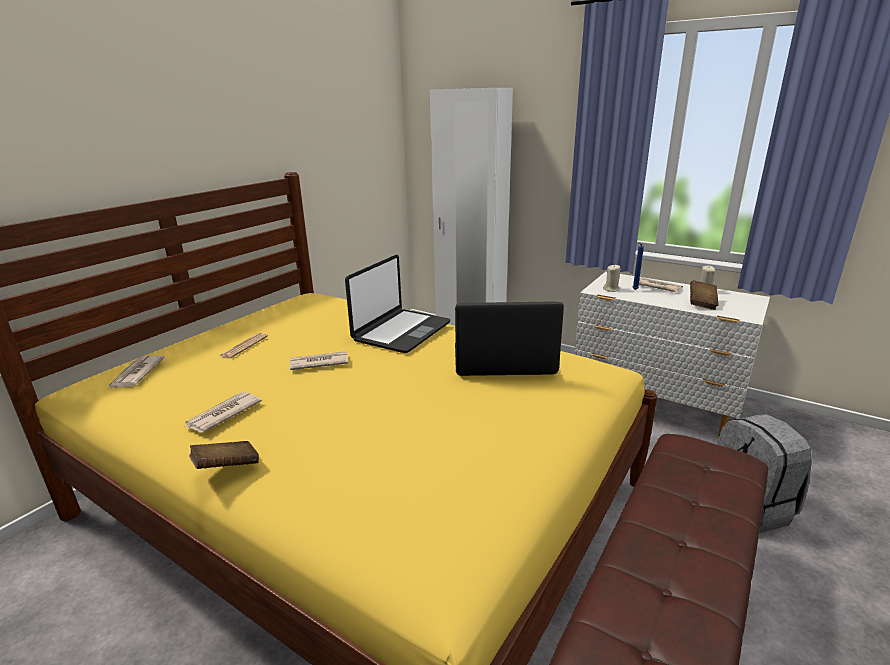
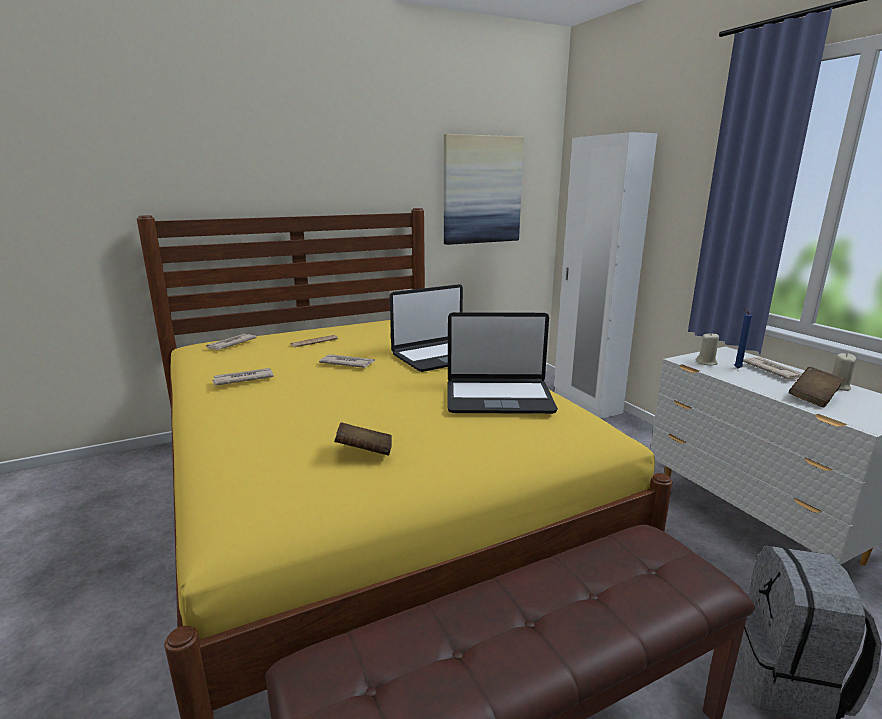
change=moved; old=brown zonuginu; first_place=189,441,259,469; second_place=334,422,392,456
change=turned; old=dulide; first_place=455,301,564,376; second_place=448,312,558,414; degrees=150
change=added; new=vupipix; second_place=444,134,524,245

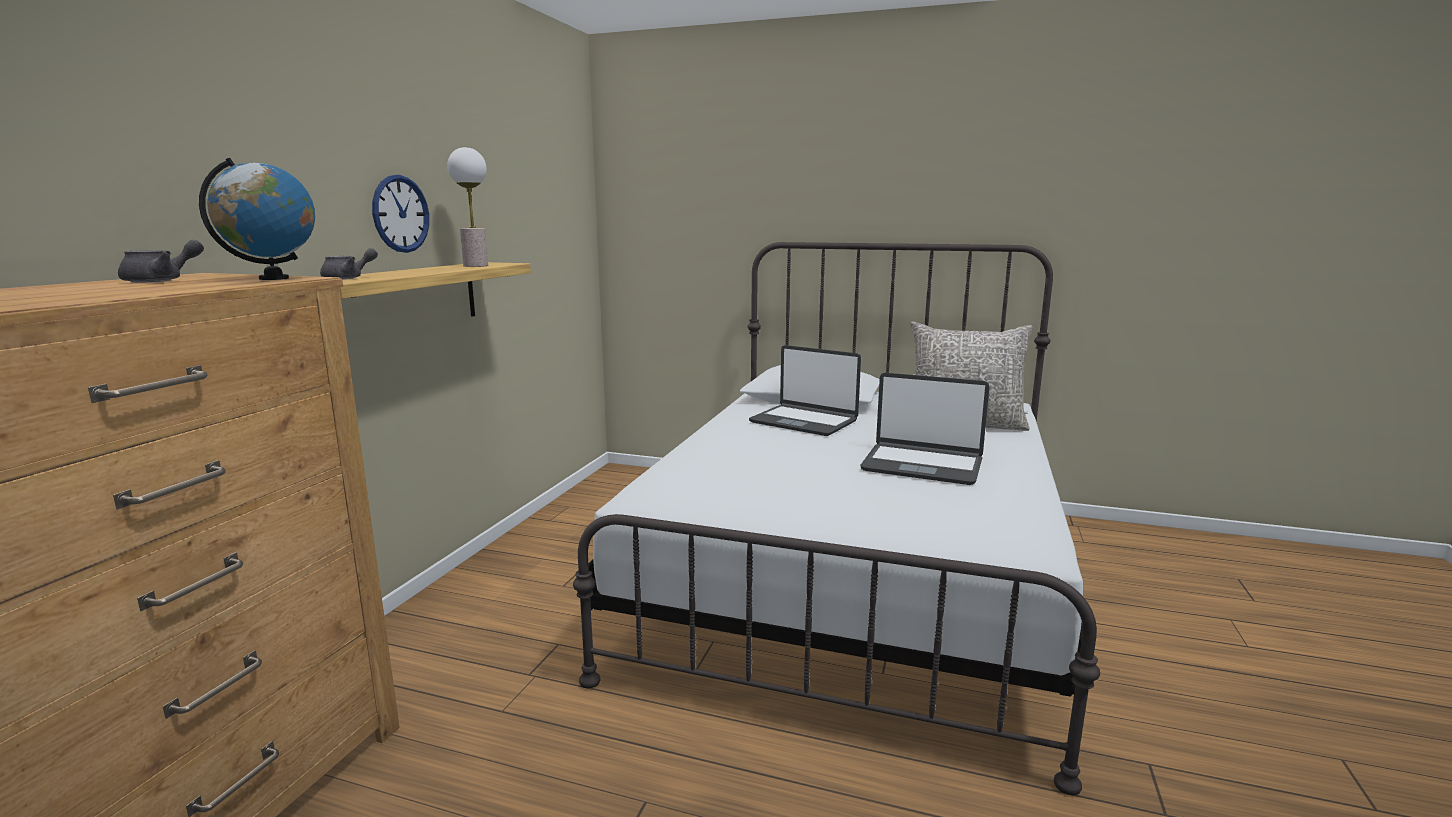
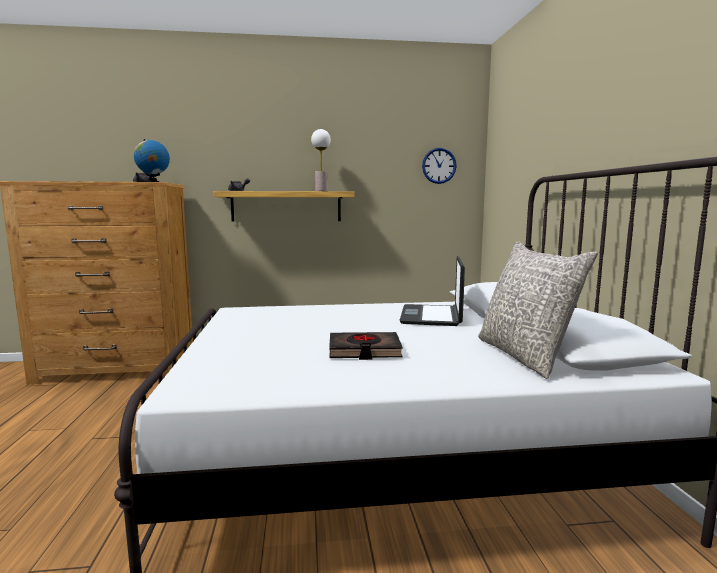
change=moved; old=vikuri; first_place=372,175,429,253; second_place=422,148,457,184
change=replaced; old=dulide; new=black zonuginu; first_place=860,373,989,485; second_place=329,332,403,360

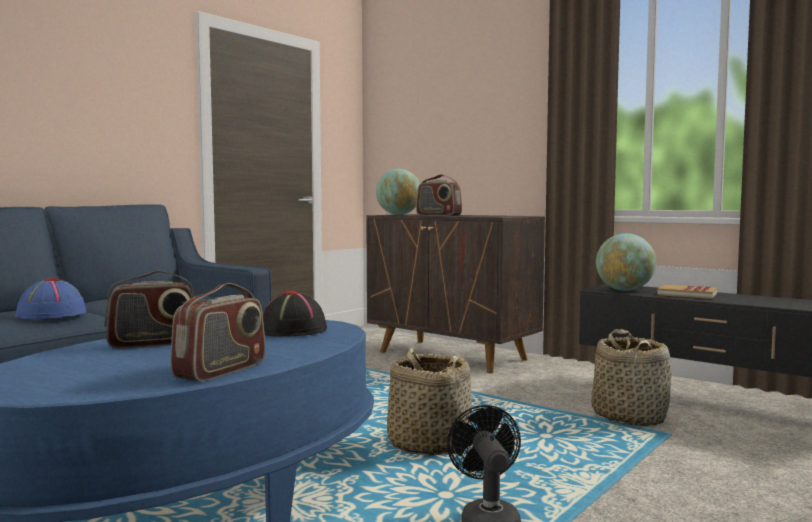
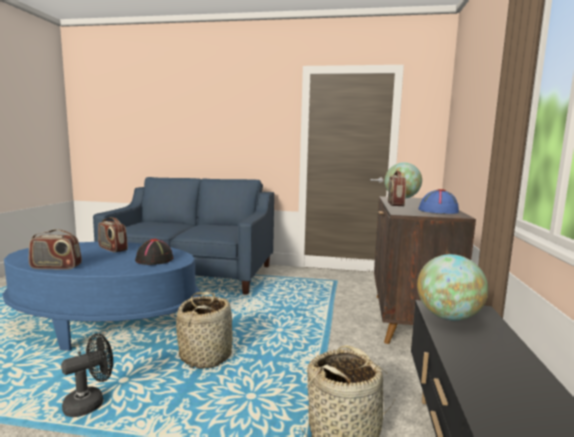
change=moved; old=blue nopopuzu; first_place=15,278,86,319; second_place=418,189,459,214
change=removed; old=zonuginu; first_place=657,285,717,299

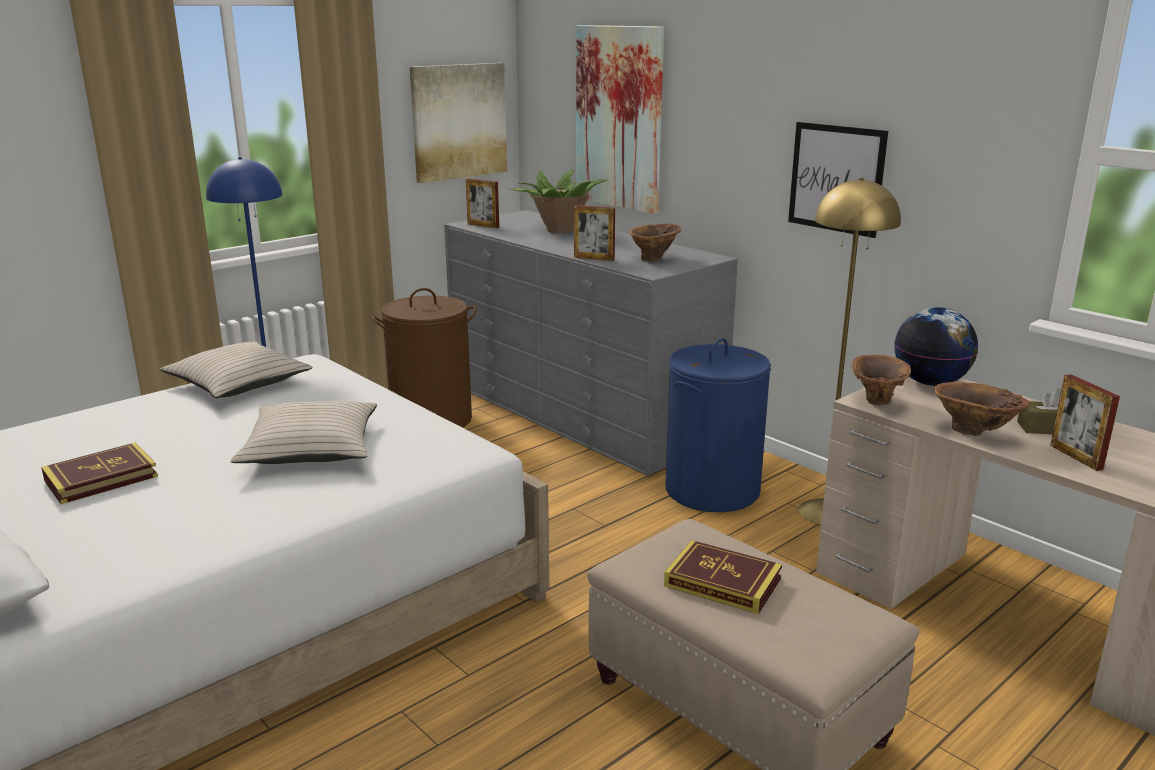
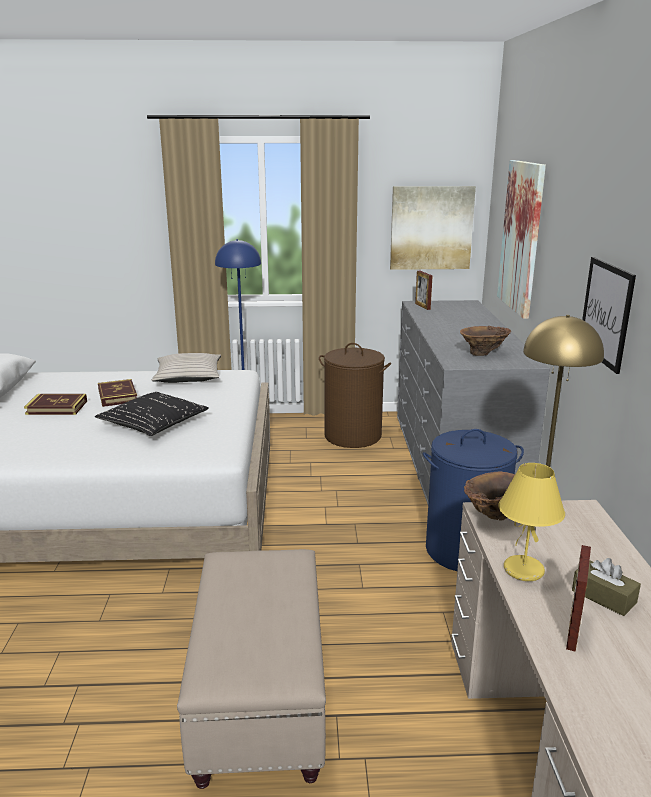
change=recoloured; old=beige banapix; new=black banapix; first_place=231,401,377,464; second_place=95,392,209,436
change=removed; old=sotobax; first_place=510,169,608,233
change=removed; old=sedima; first_place=574,205,615,261
change=moved; old=zonuginu; first_place=664,540,782,614; second_place=98,379,137,407
change=removed; old=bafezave; first_place=894,307,978,386
change=replaced; old=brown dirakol; new=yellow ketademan; first_place=935,382,1029,436; second_place=498,463,565,581

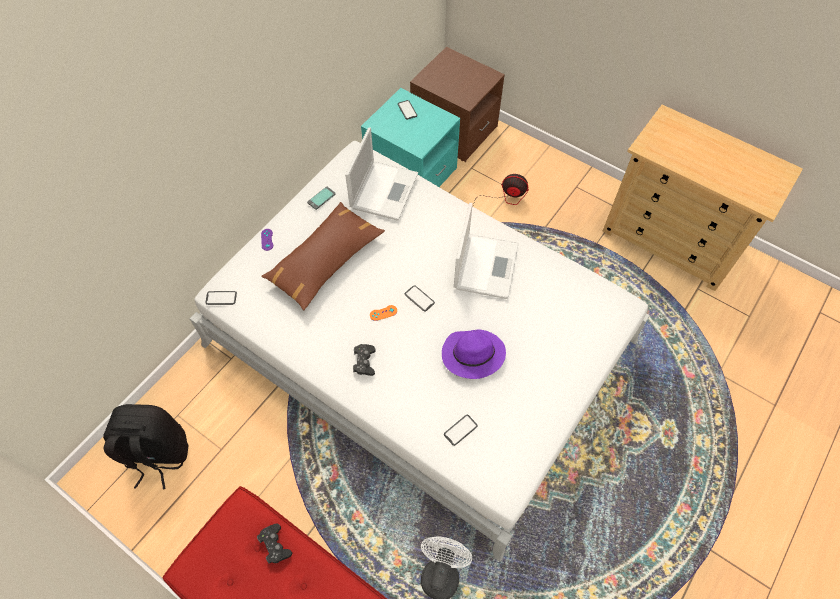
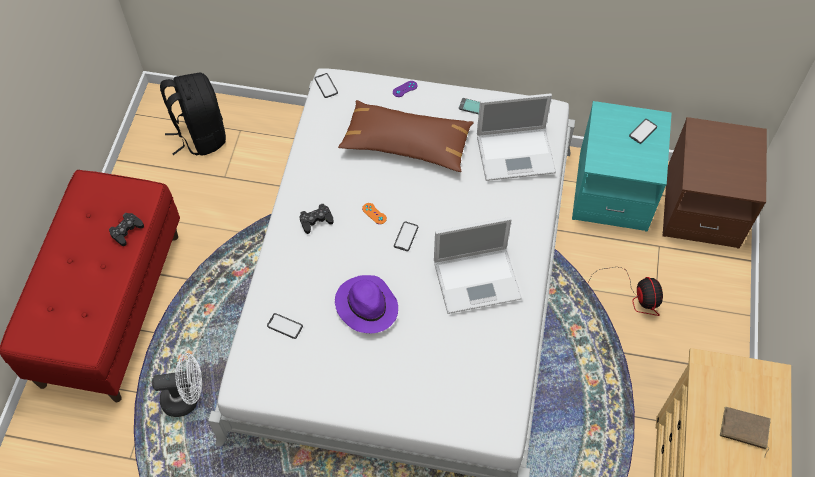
change=added; new=brown zonuginu; second_place=720,407,771,458

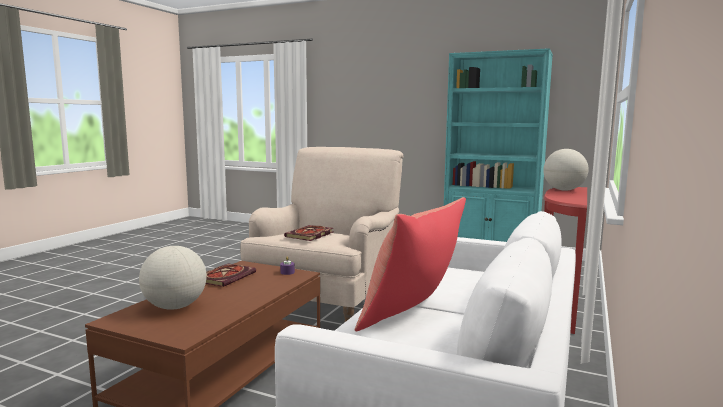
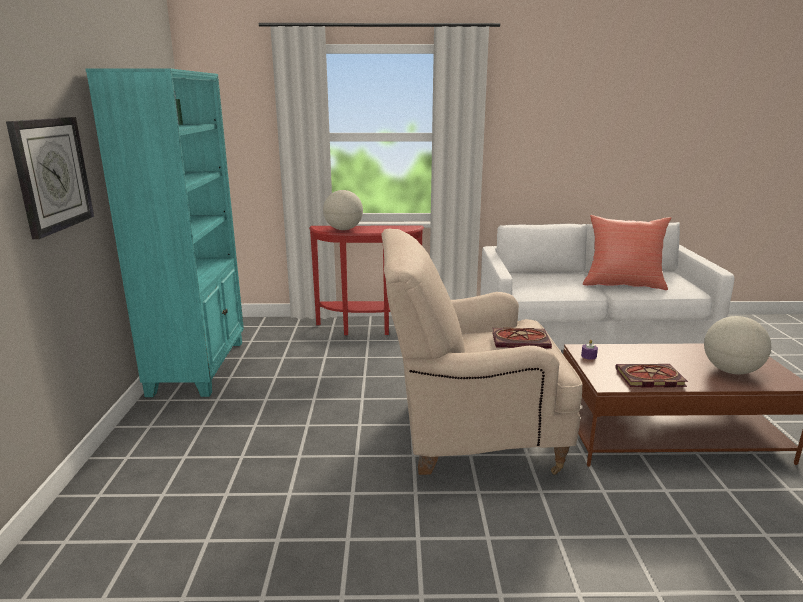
change=added; new=vikuri; second_place=6,117,94,239

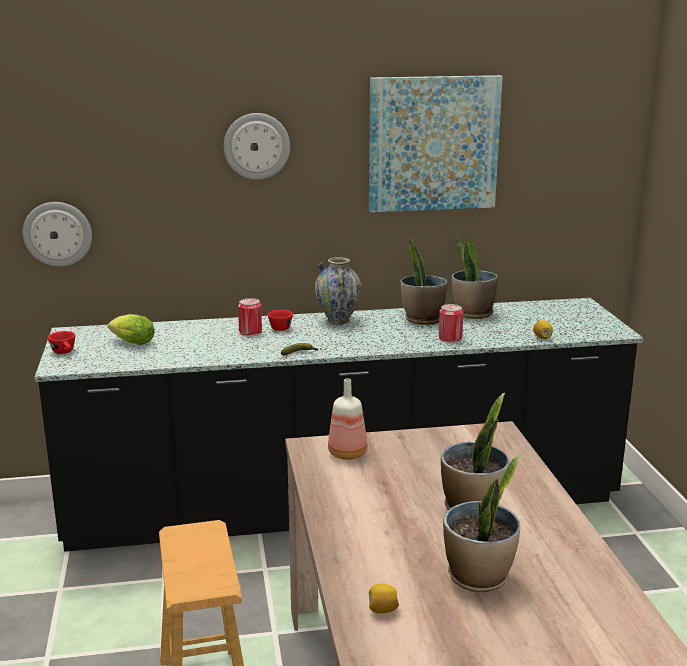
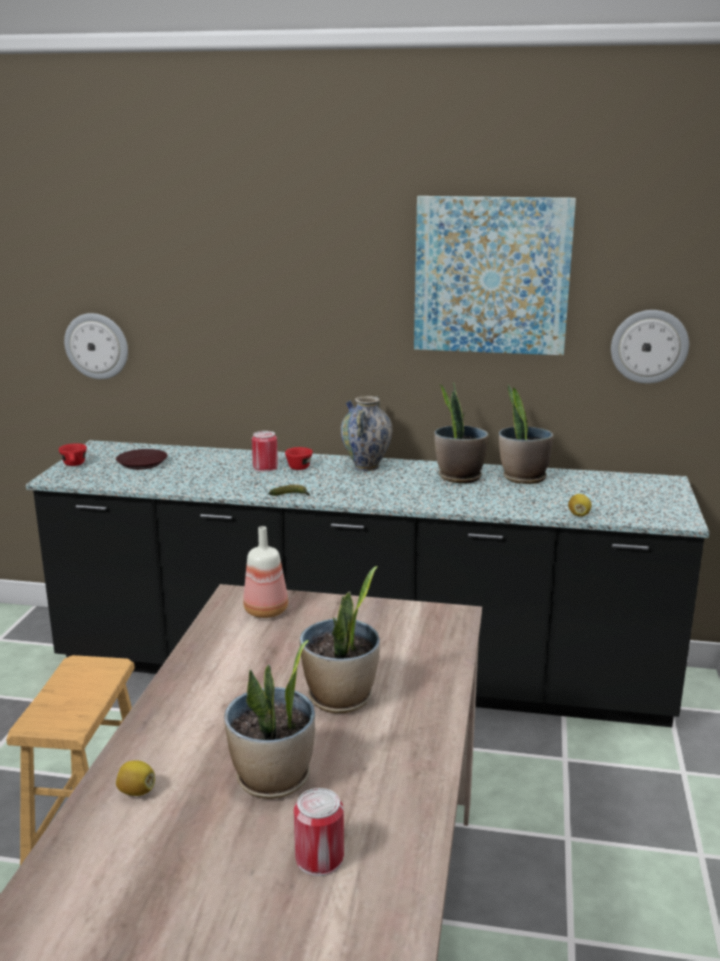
change=replaced; old=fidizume; new=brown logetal; first_place=108,314,155,345; second_place=116,449,168,469
change=moved; old=vikuri; first_place=224,113,290,180; second_place=611,310,689,384
change=moved; old=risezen; first_place=439,304,463,343; second_place=294,788,344,876

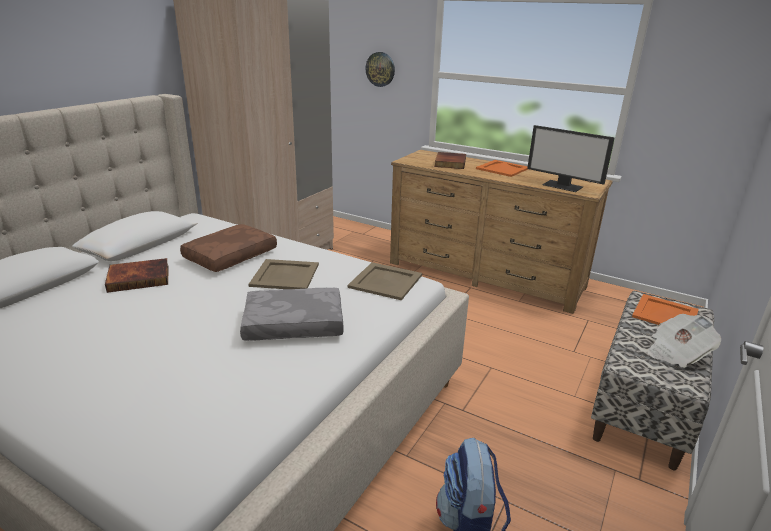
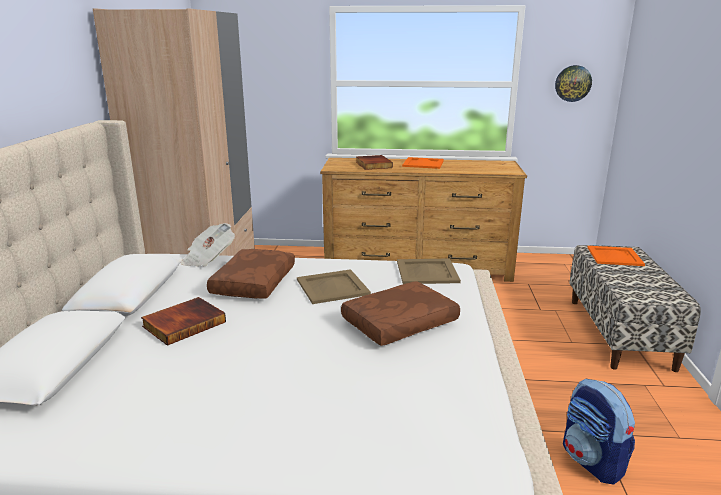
change=recoloured; old=grey banapix; new=brown banapix; first_place=240,288,344,341; second_place=341,281,460,346
change=moved; old=vikuri; first_place=365,52,395,87; second_place=555,65,592,102
change=removed; old=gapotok; first_place=527,125,615,192
change=moved; old=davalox; first_place=647,314,721,368; second_place=181,223,235,267

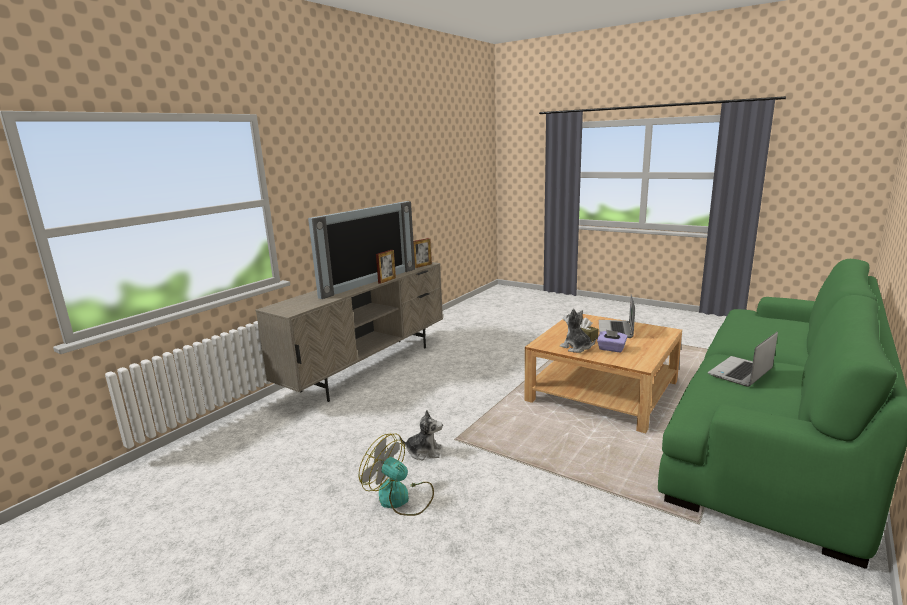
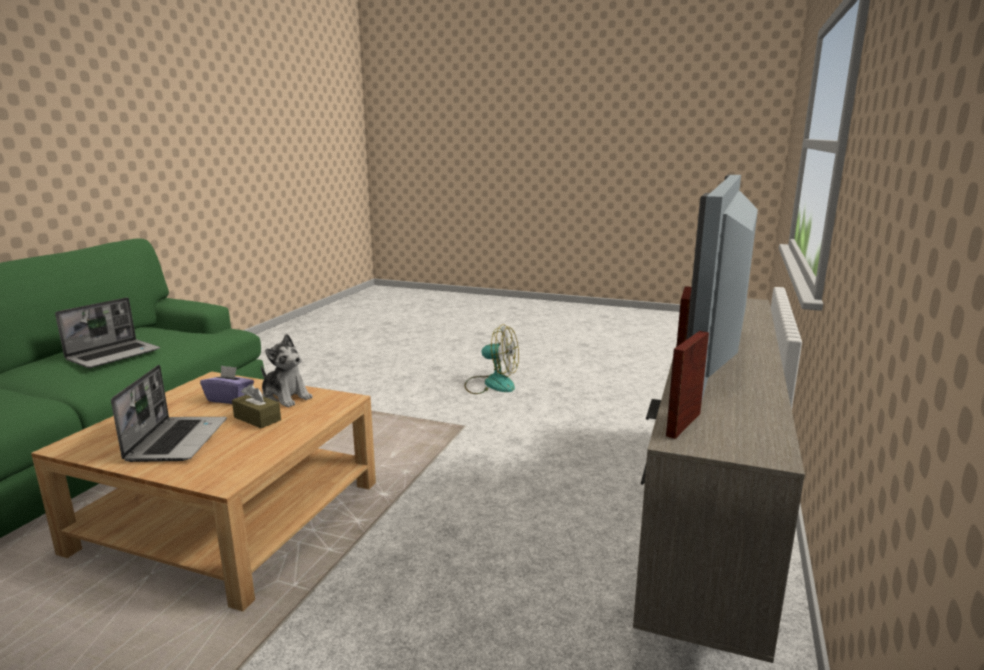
change=removed; old=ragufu; first_place=399,410,443,460

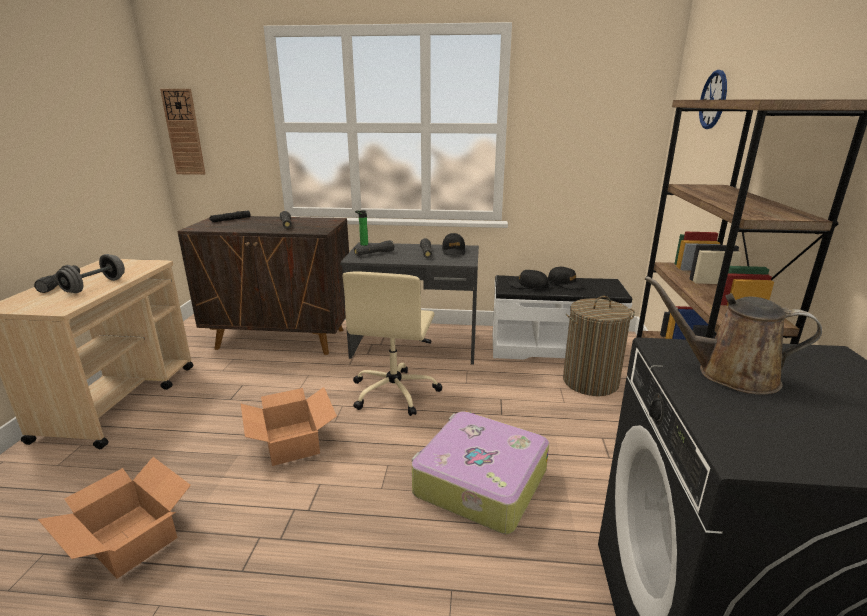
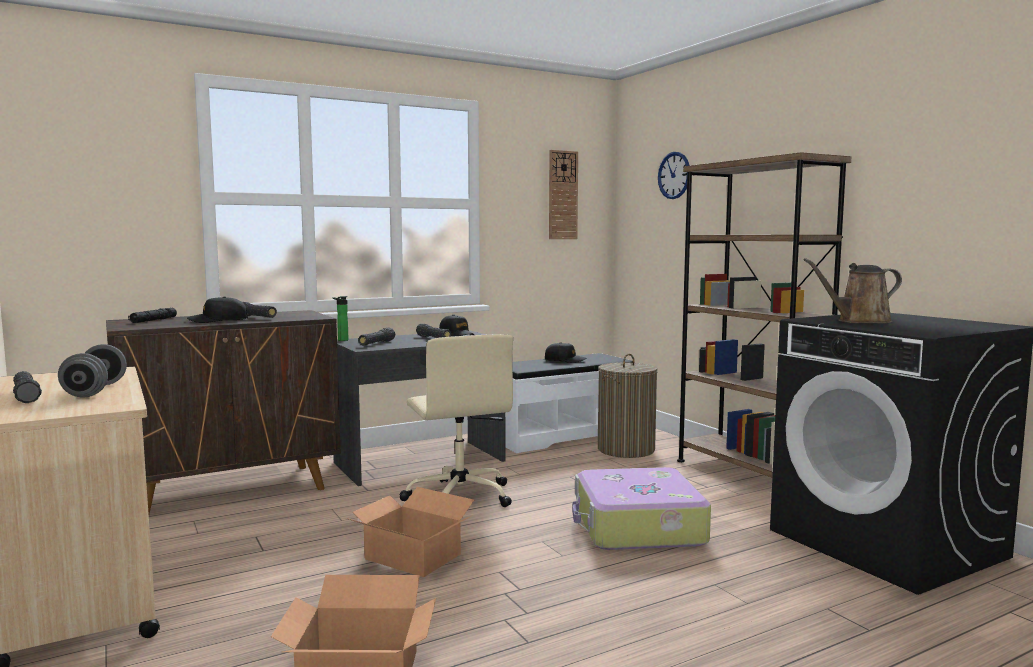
change=moved; old=vikuri; first_place=160,89,205,175; second_place=549,150,578,239
change=moved; old=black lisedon; first_place=508,270,548,290; second_place=187,296,248,323

